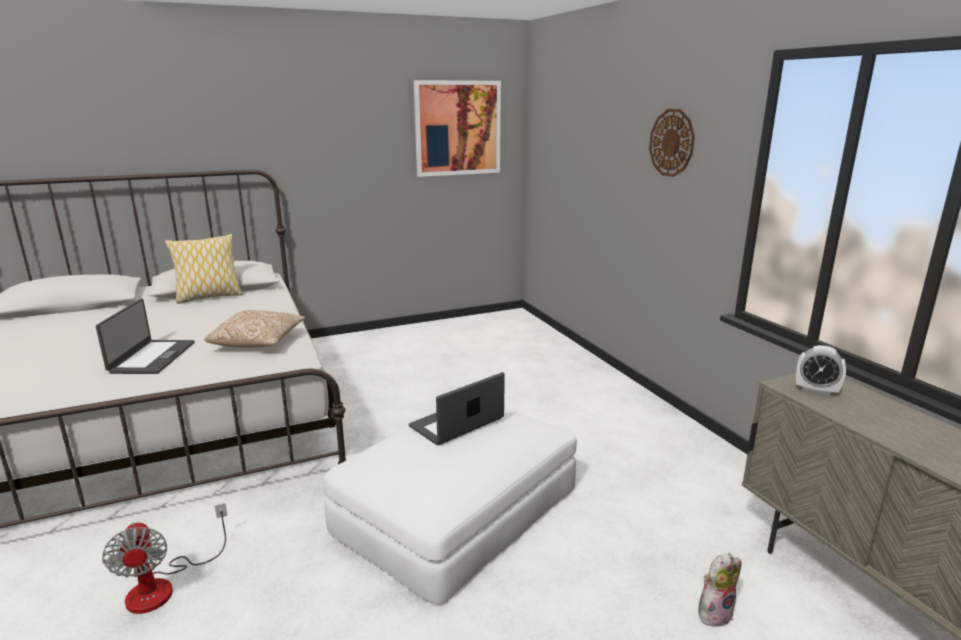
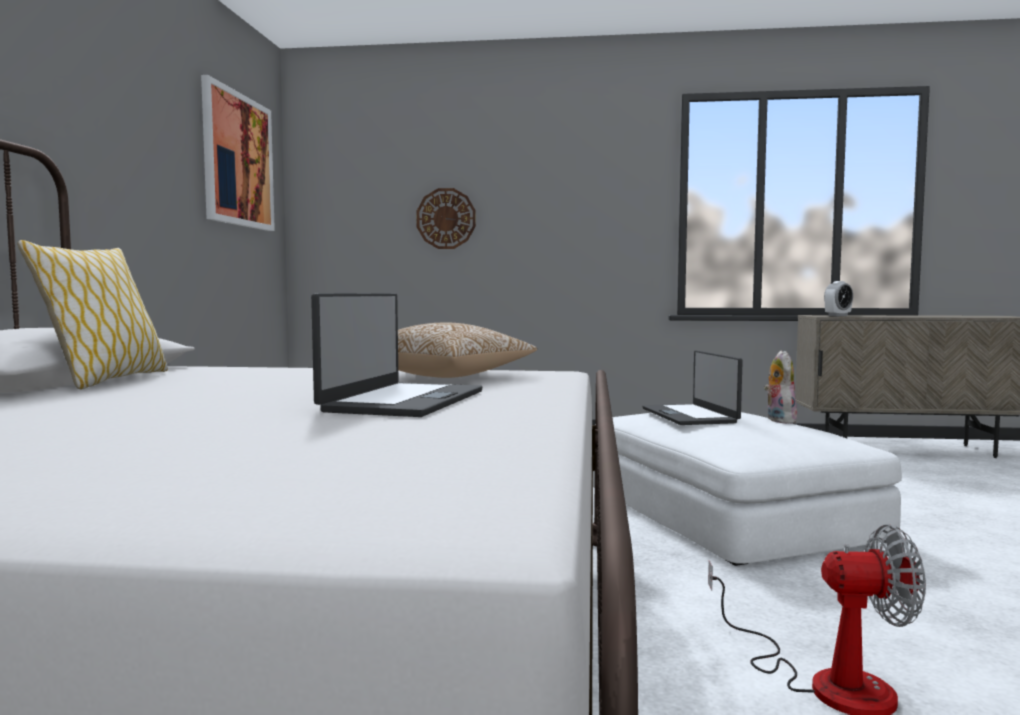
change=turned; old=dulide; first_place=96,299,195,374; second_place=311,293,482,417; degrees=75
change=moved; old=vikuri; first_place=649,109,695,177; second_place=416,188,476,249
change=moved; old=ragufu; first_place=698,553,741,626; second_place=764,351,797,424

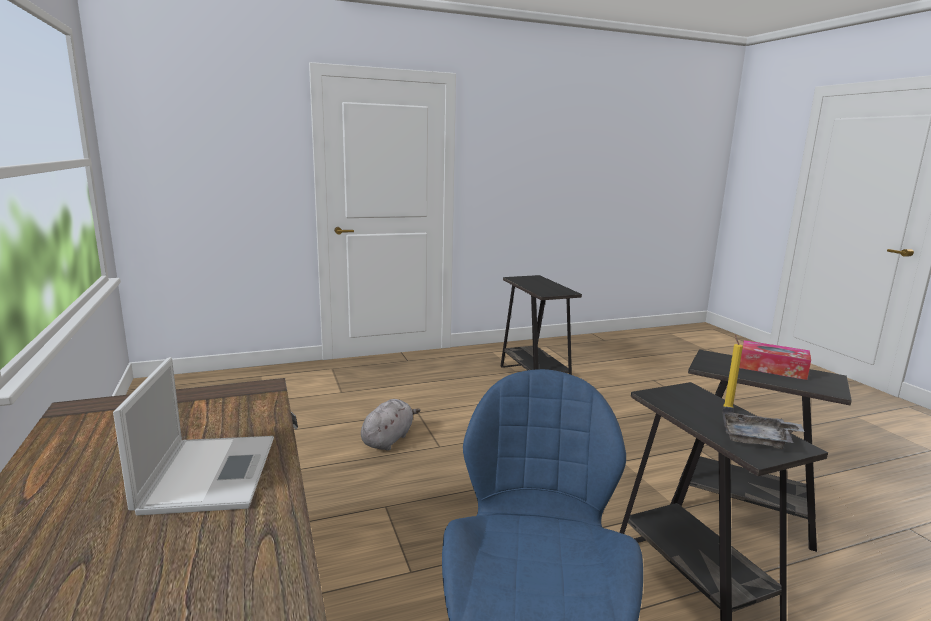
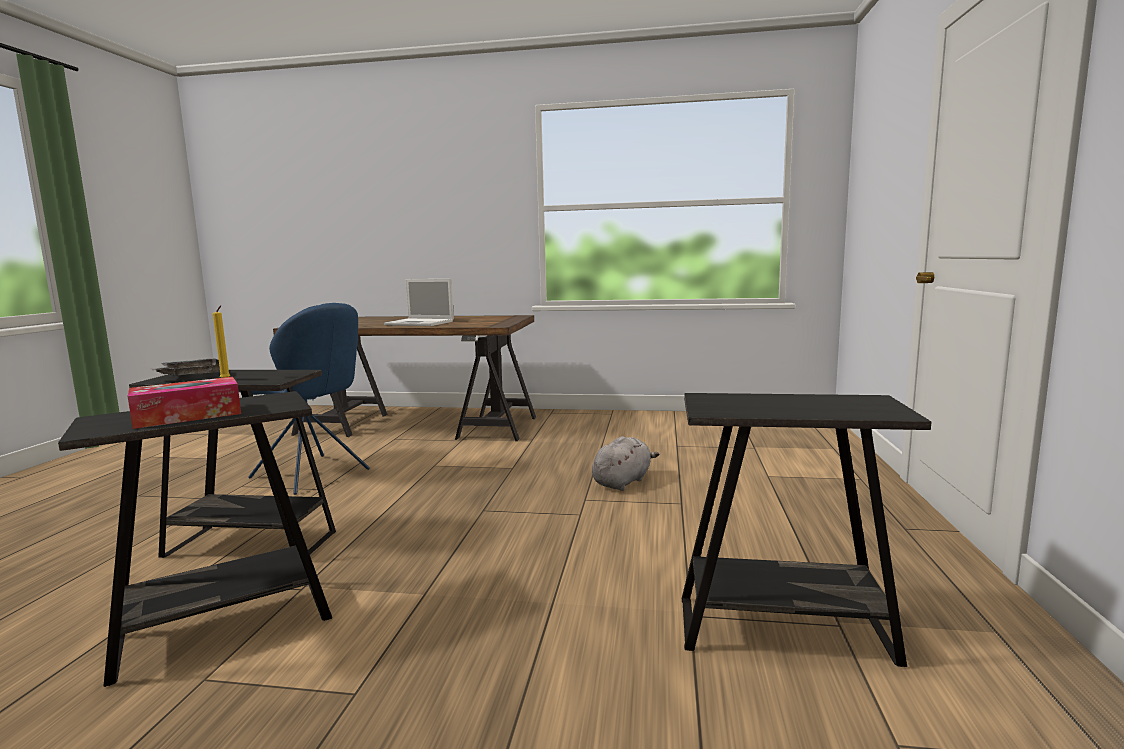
change=turned; old=grey ragufu; first_place=361,399,420,451; second_place=592,436,659,491; degrees=-105

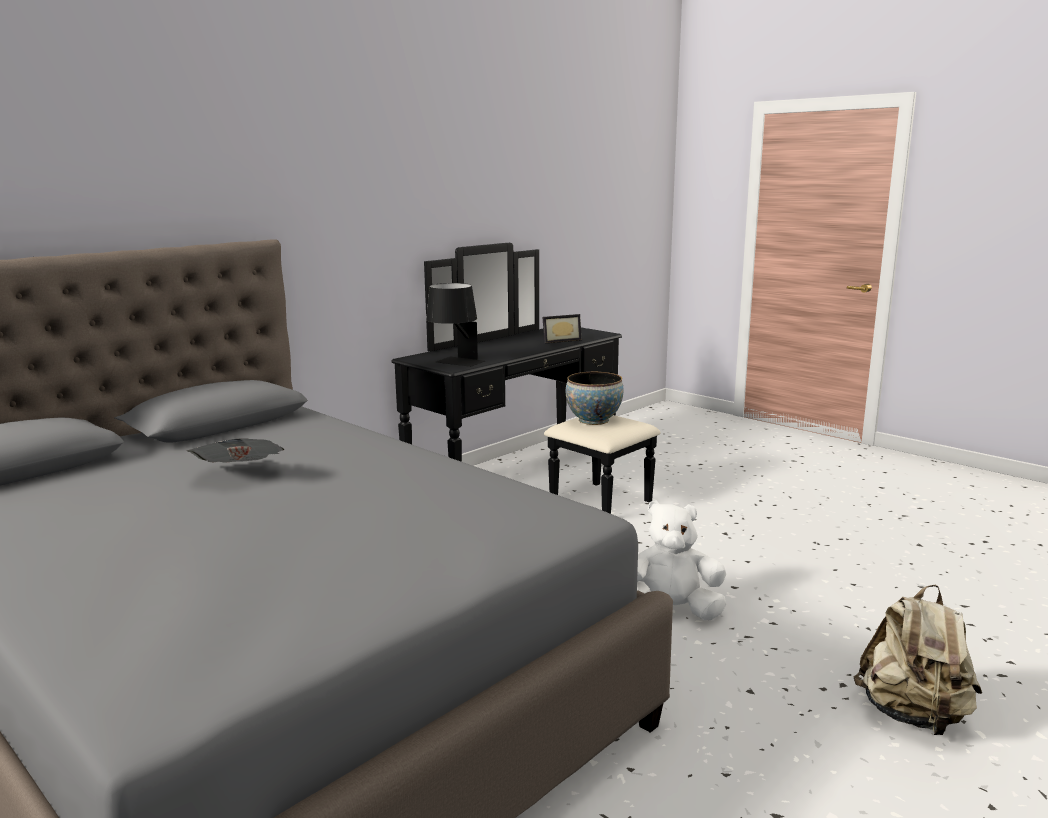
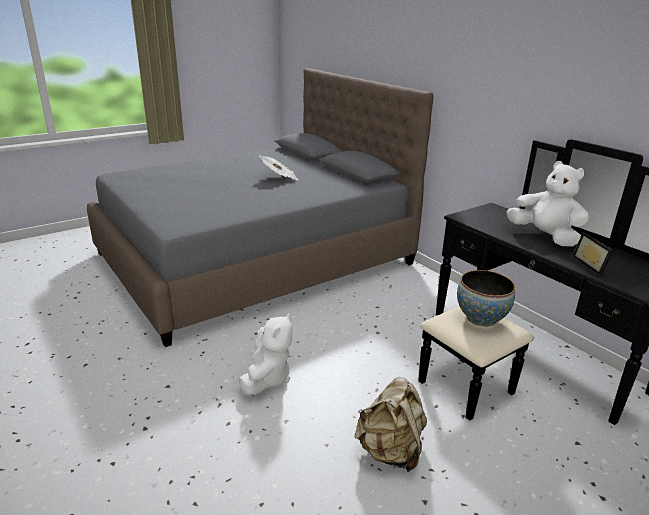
change=removed; old=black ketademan; first_place=426,283,485,367
change=moved; old=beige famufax; first_place=854,585,982,735; second_place=354,377,427,472
change=added; new=white ragufu; second_place=507,161,589,247

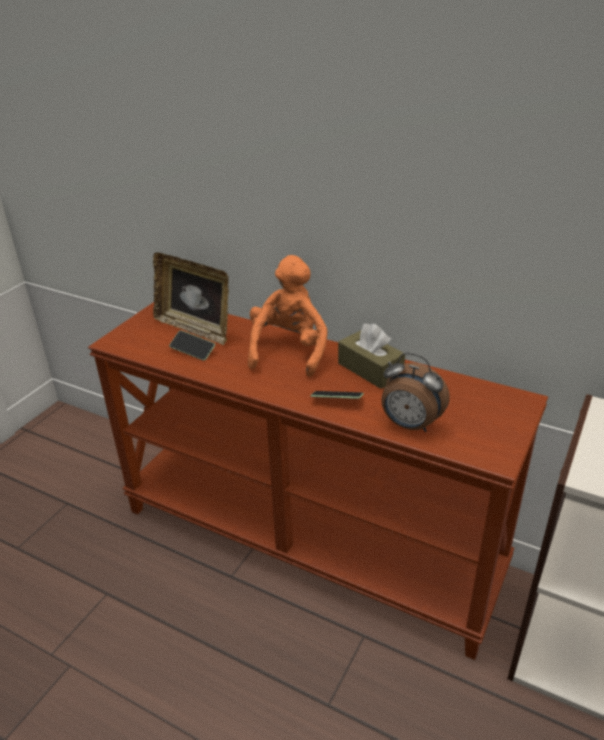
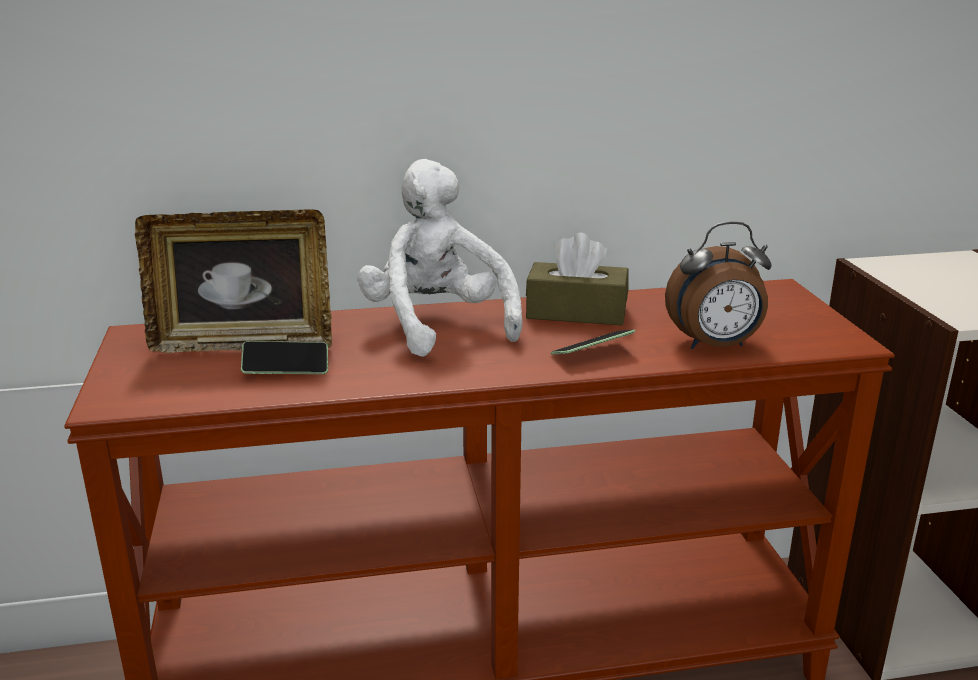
change=recoloured; old=orange ragufu; new=white ragufu; first_place=248,255,328,377; second_place=357,159,523,357

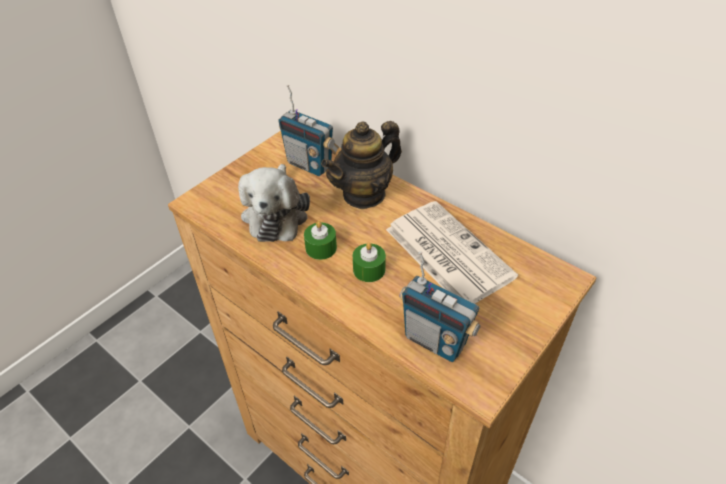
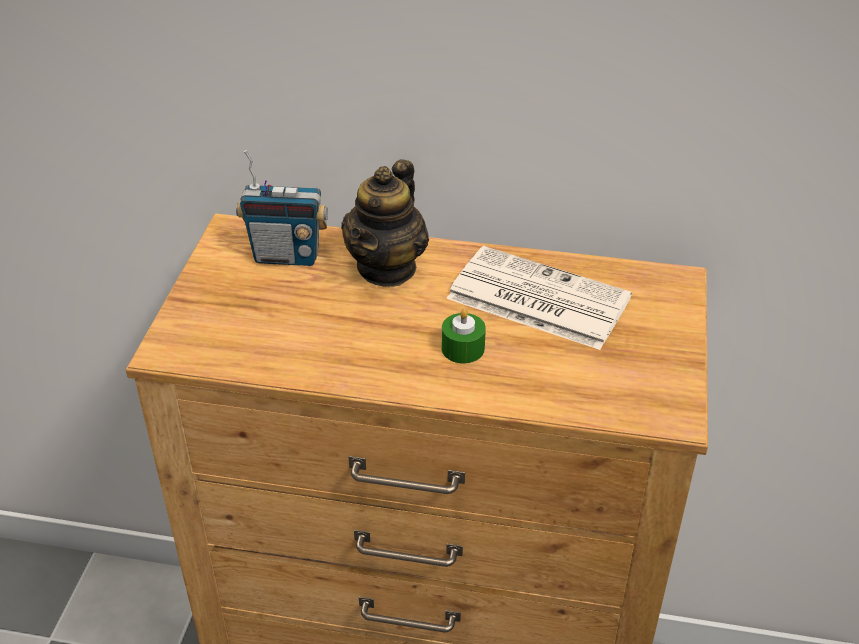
change=removed; old=ragufu; first_place=238,164,310,242
change=removed; old=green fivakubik; first_place=304,221,337,260
change=removed; old=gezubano; first_place=399,252,481,362

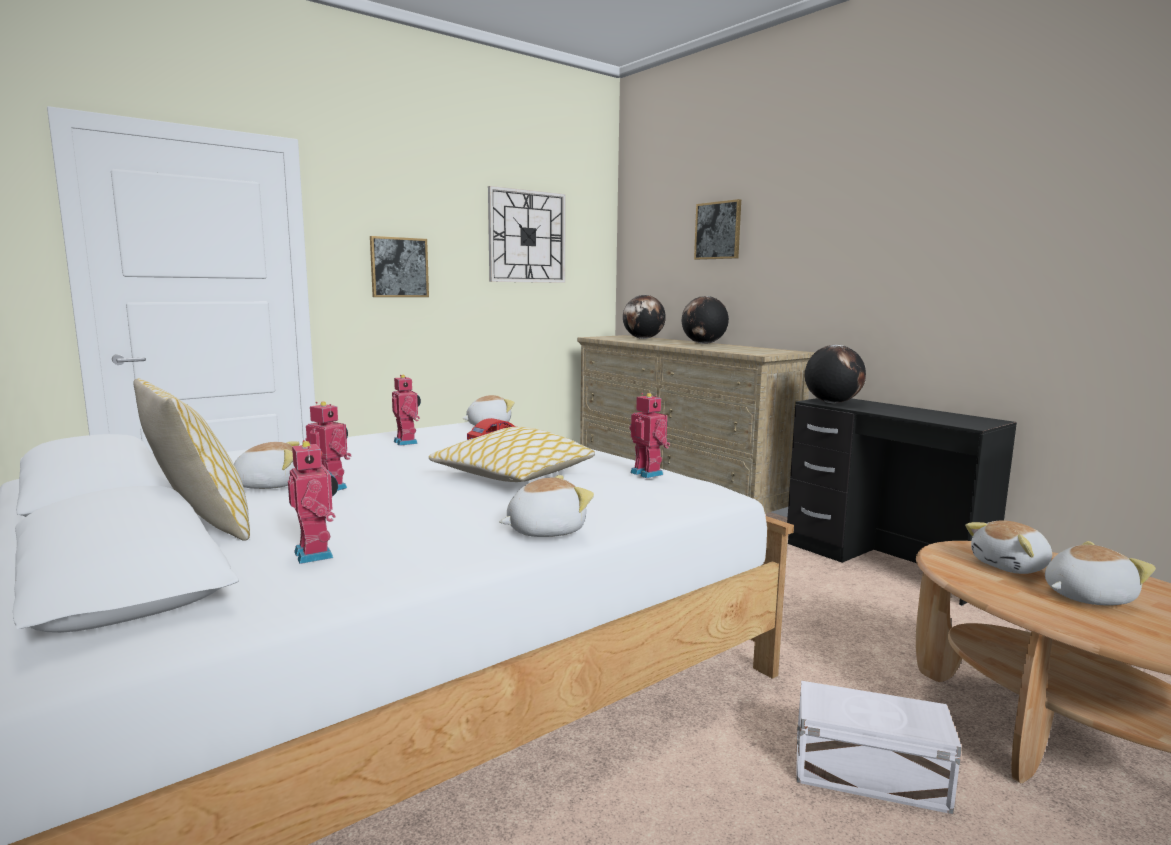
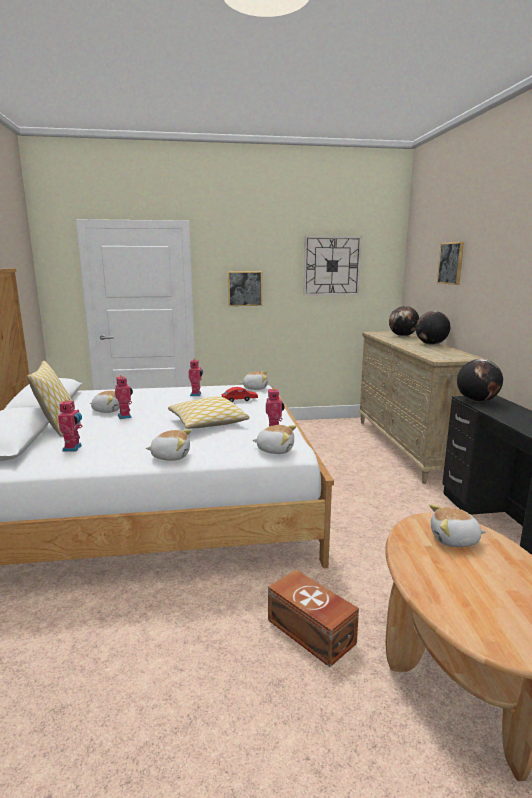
change=recoloured; old=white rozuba; new=brown rozuba; first_place=796,681,962,814; second_place=268,570,359,667
change=moved; old=ragufu; first_place=1045,541,1156,606; second_place=252,425,296,454

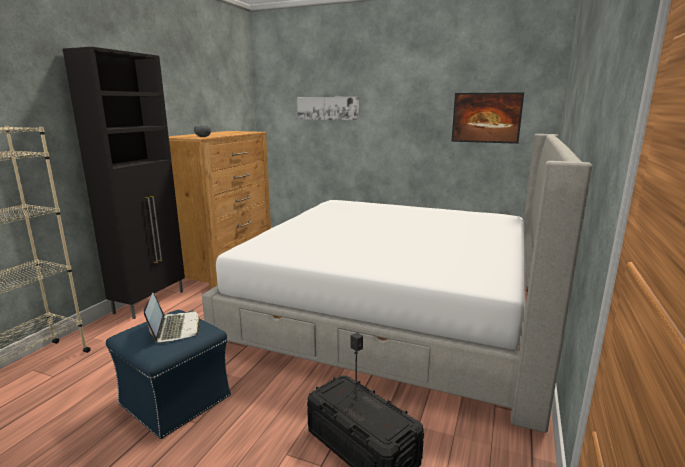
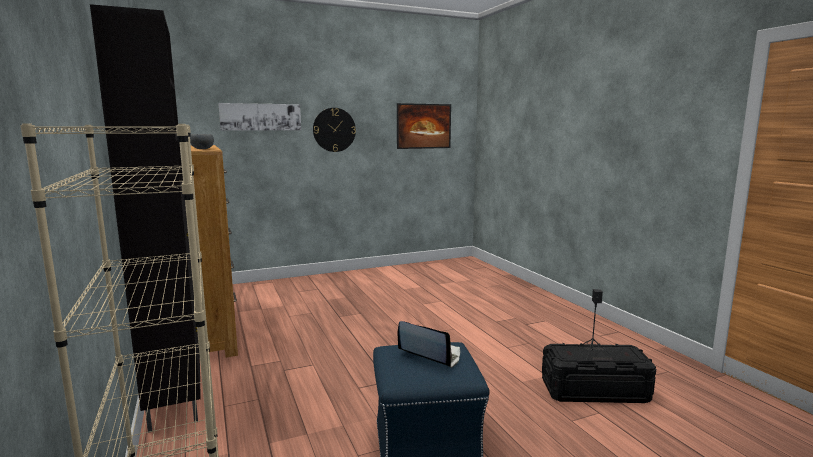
change=removed; old=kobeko; first_place=202,134,592,433
change=added; new=vikuri; second_place=313,108,356,152

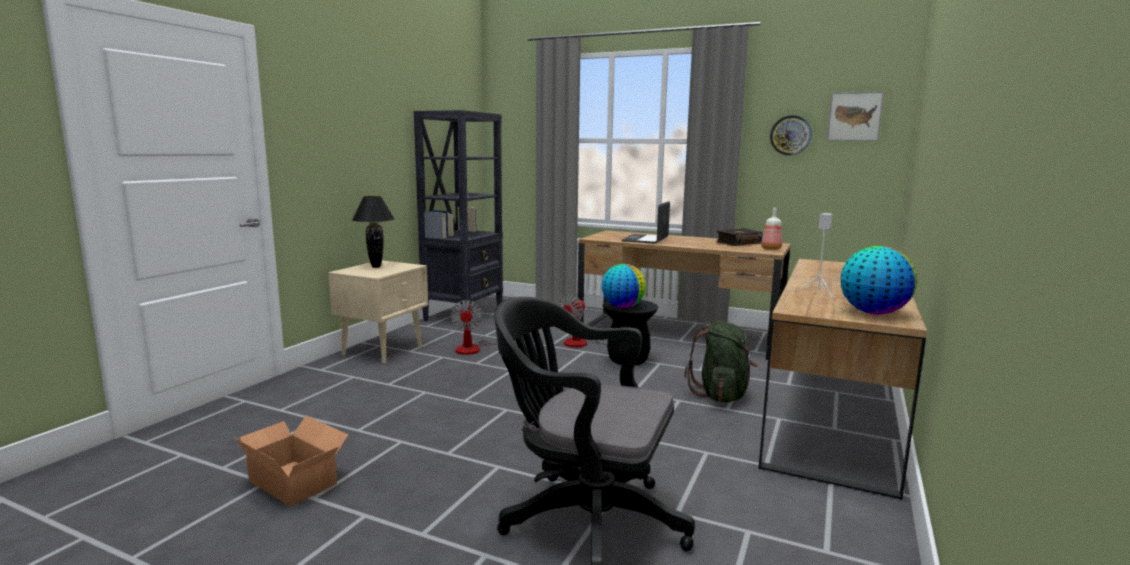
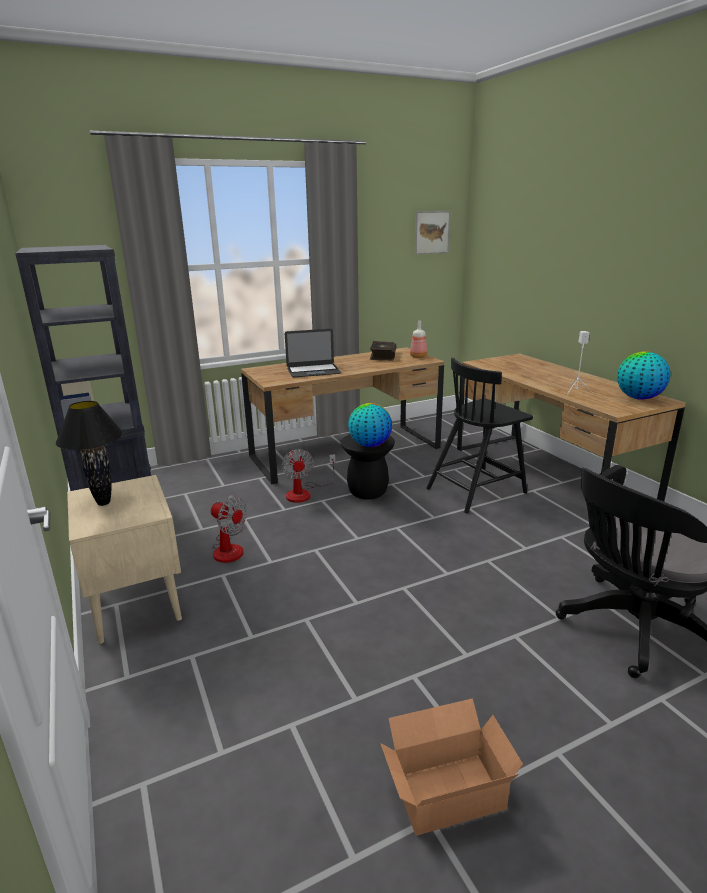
change=turned; old=dulide; first_place=621,201,670,243; second_place=285,329,341,377; degrees=-75
change=replaced; old=green famufax; new=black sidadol; first_place=685,321,758,402; second_place=426,358,533,513
change=removed; old=vikuri; first_place=770,115,812,156

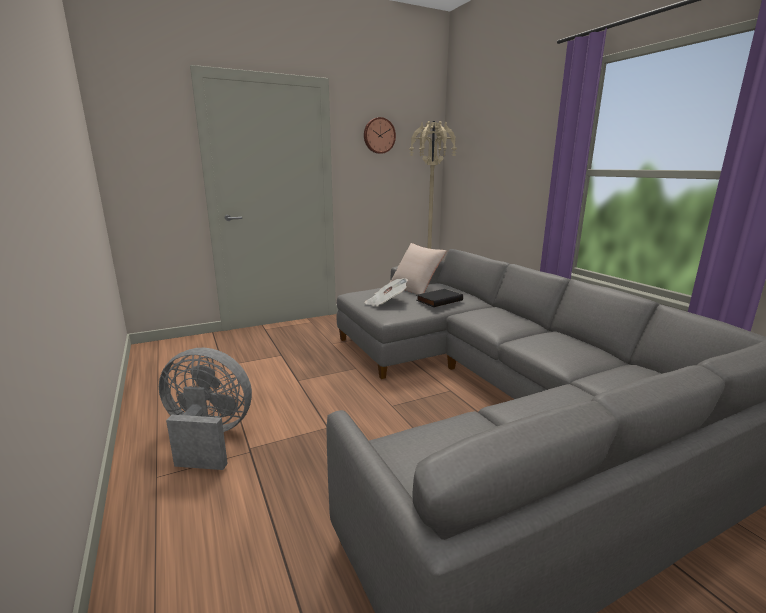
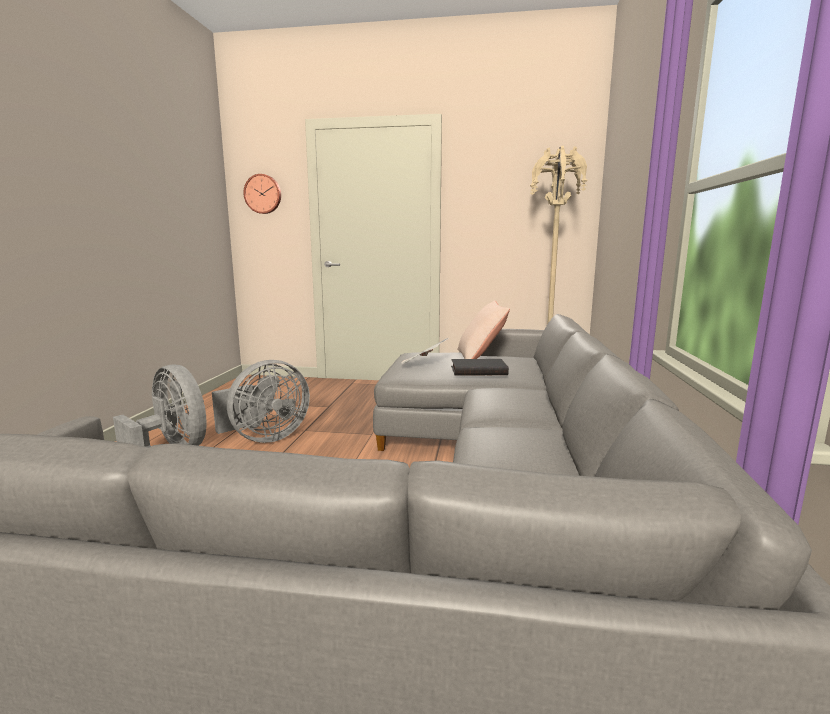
change=moved; old=vikuri; first_place=364,117,396,154; second_place=243,174,281,214
change=added; new=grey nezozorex; second_place=212,360,310,443

